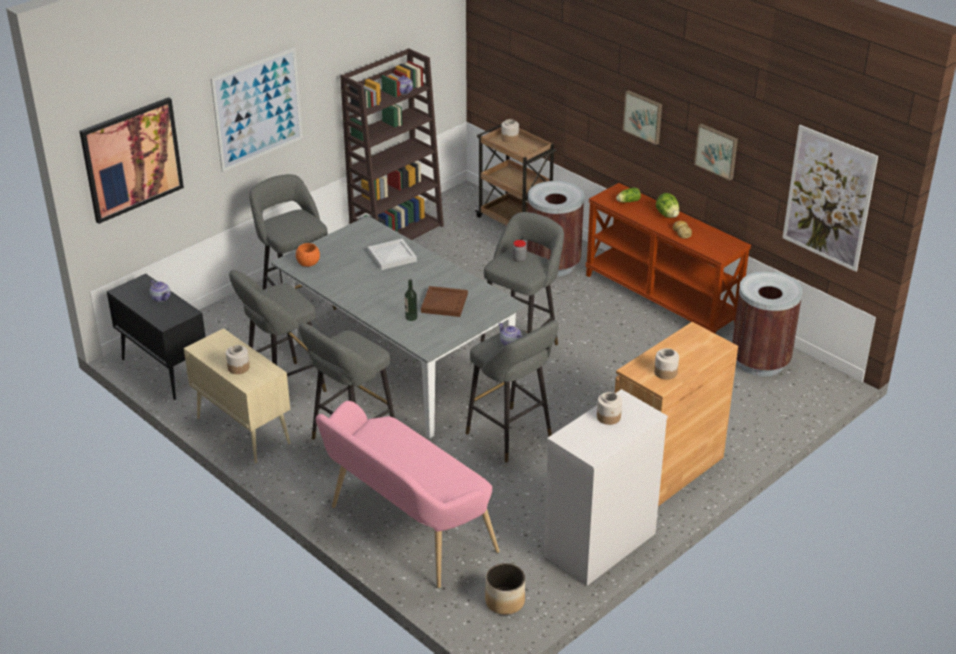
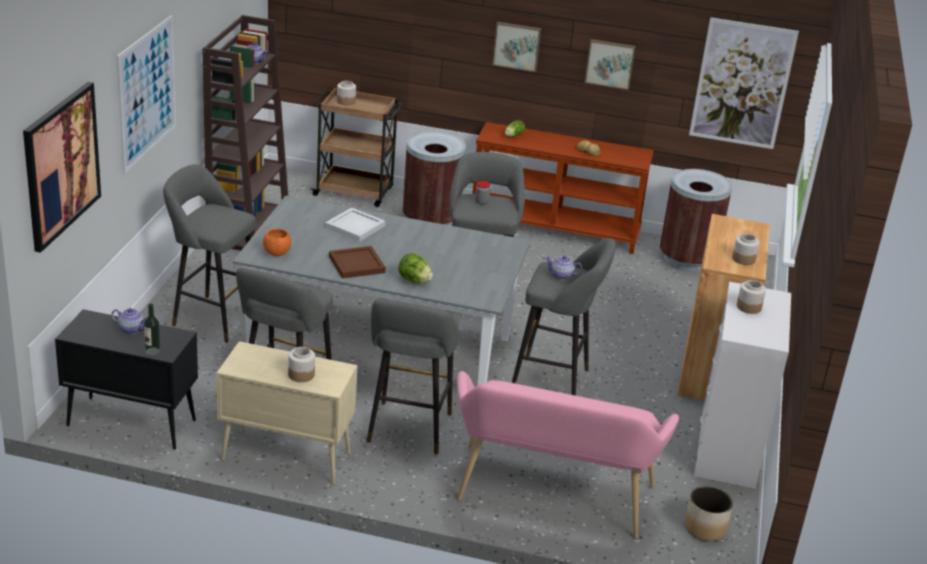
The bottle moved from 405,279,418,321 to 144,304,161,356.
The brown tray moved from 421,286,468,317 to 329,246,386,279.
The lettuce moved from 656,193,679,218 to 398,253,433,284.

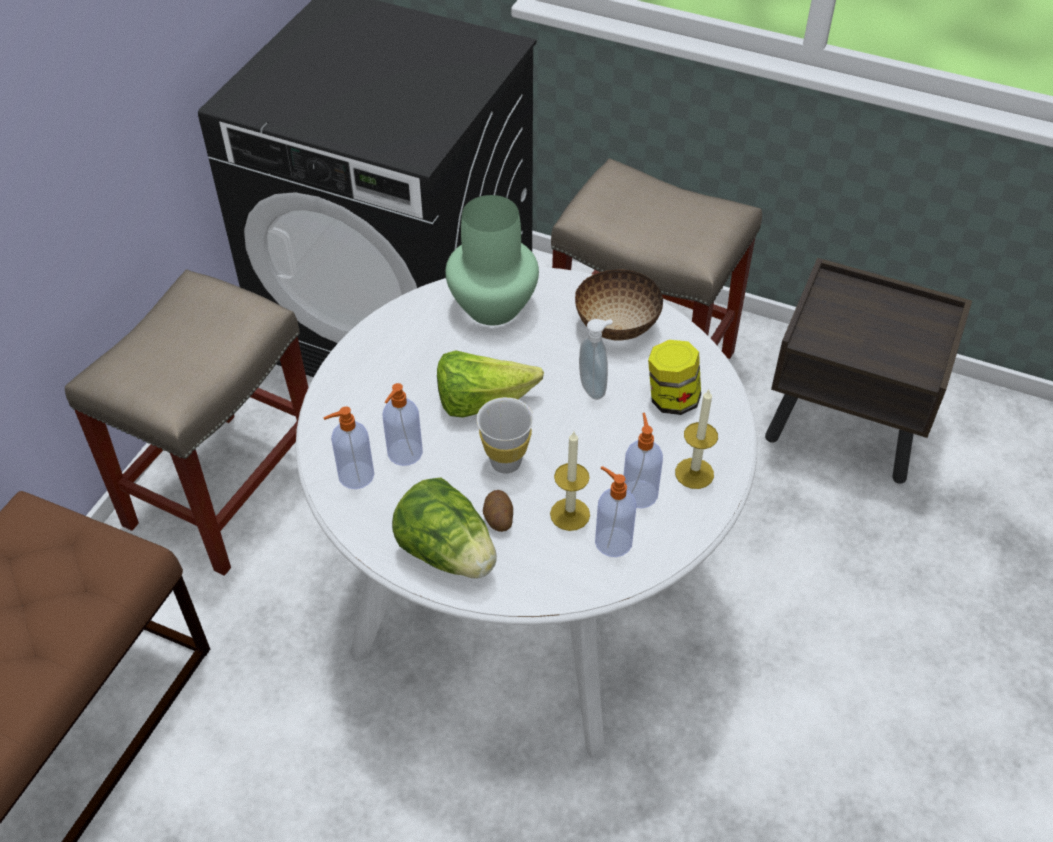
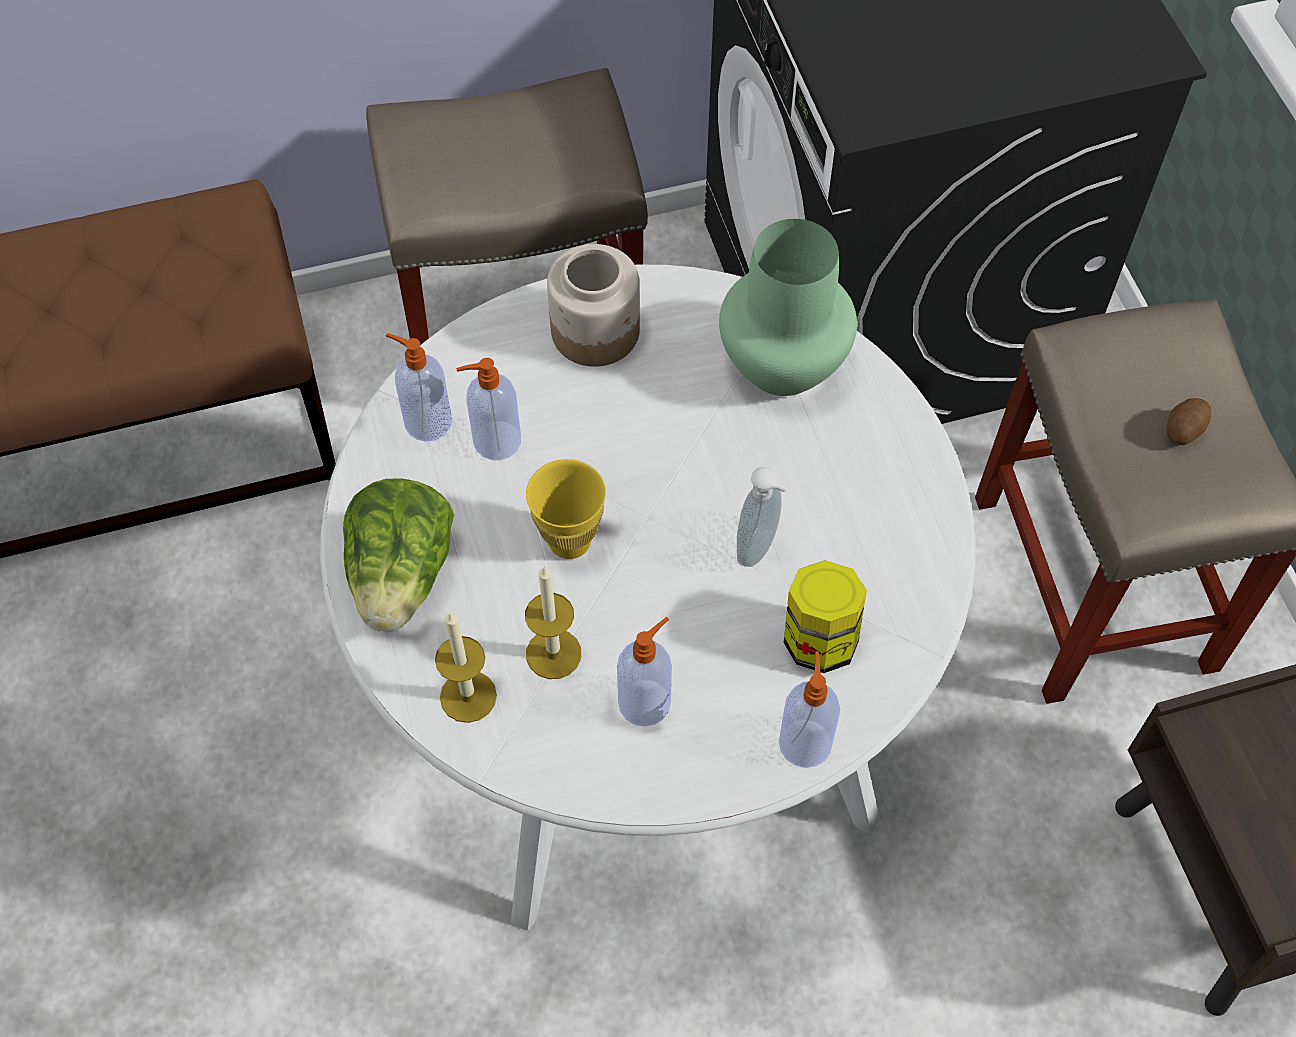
The lettuce at 437,350,544,418 disappeared.
The white cup at 477,397,534,473 became the yellow cup at 526,459,606,559.
The potato moved from 483,490,513,532 to 1166,398,1211,445.
The bowl at 575,269,663,341 disappeared.
The soap dispenser moved from 595,466,637,557 to 779,651,840,768.
The candle moved from 675,390,718,489 to 435,612,497,723.
The jar at 547,244,640,367 appeared.

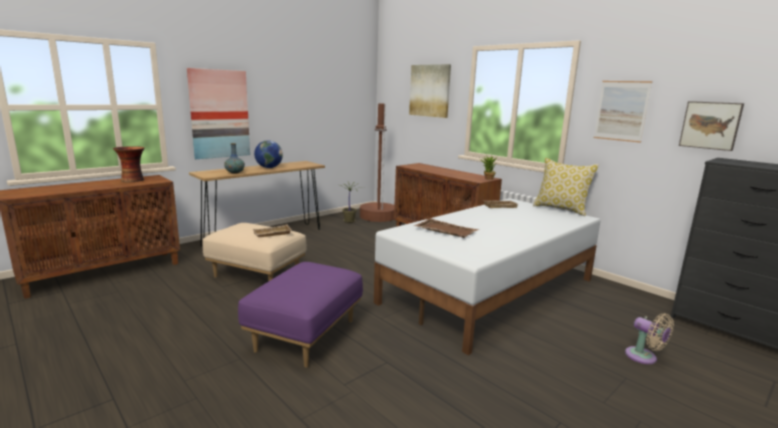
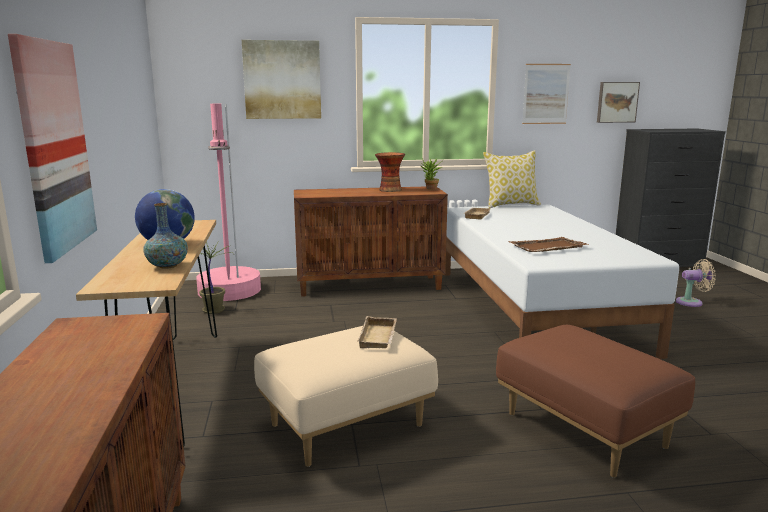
The vase moved from 113,146,144,182 to 375,152,405,192.
The purple ottoman at 238,262,363,368 became the brown ottoman at 496,325,695,478.
The brown floor lamp at 360,103,395,222 became the pink floor lamp at 196,104,261,301.

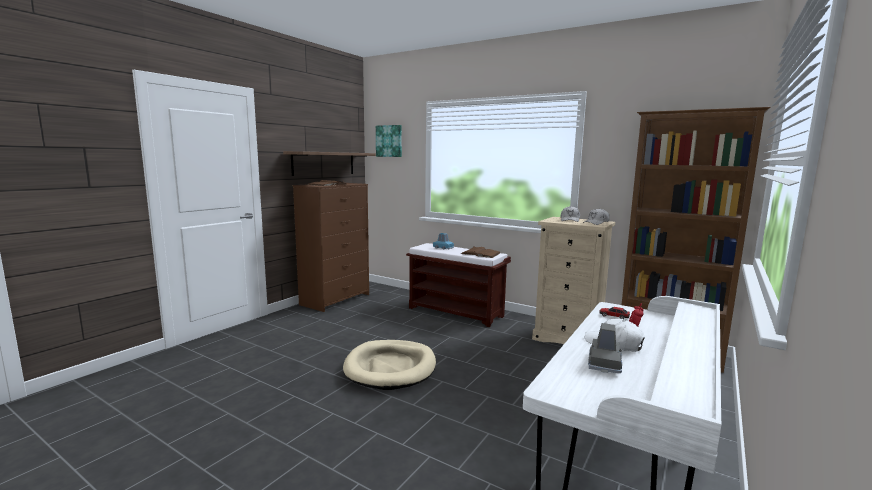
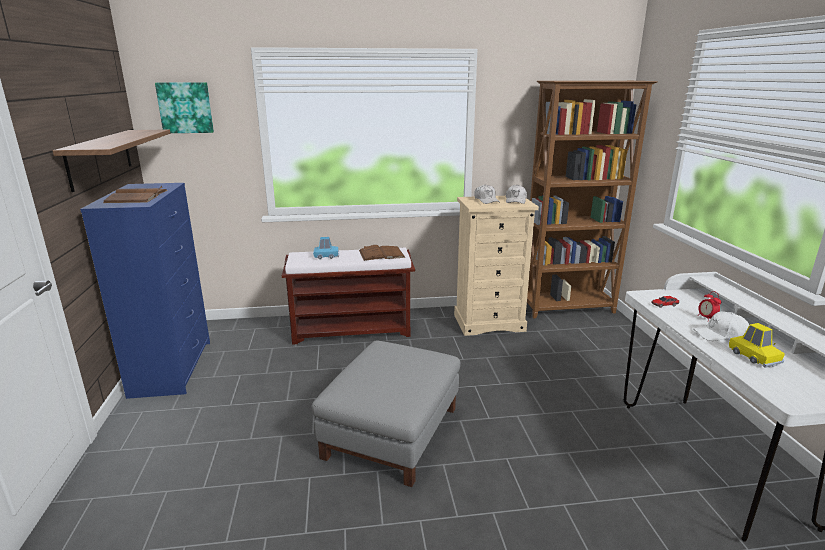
The brown dresser at 293,183,369,312 became the blue dresser at 80,183,210,399.
The beige dog bed at 343,340,436,390 was replaced by the grey ottoman at 311,340,460,487.
The grey toy car at 588,323,622,373 became the yellow toy car at 729,323,785,368.

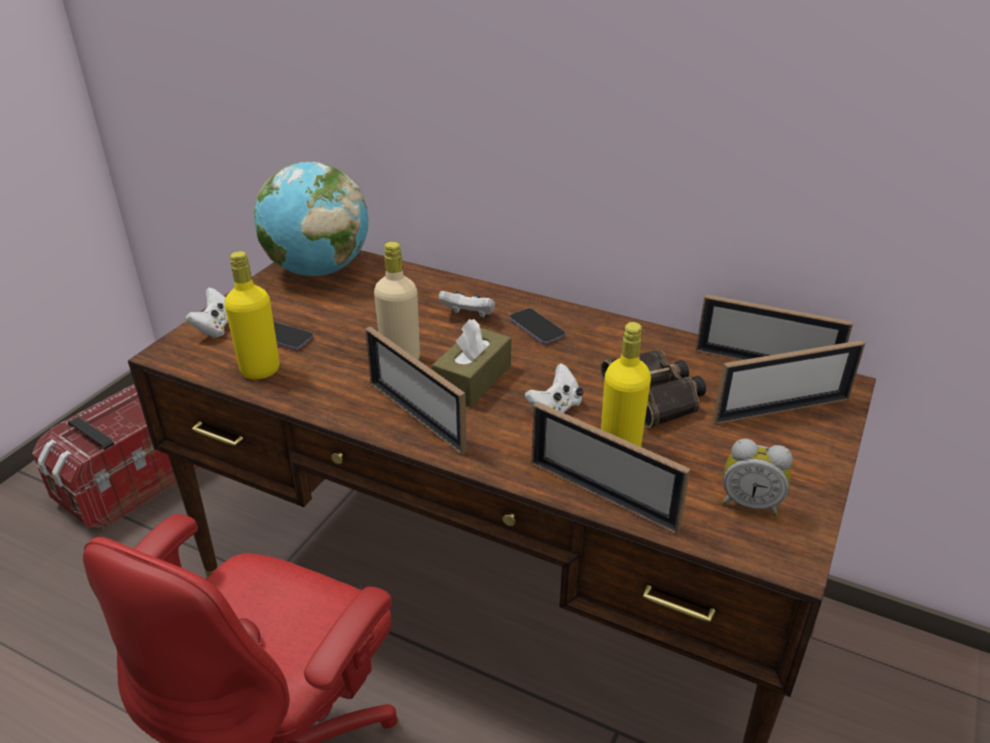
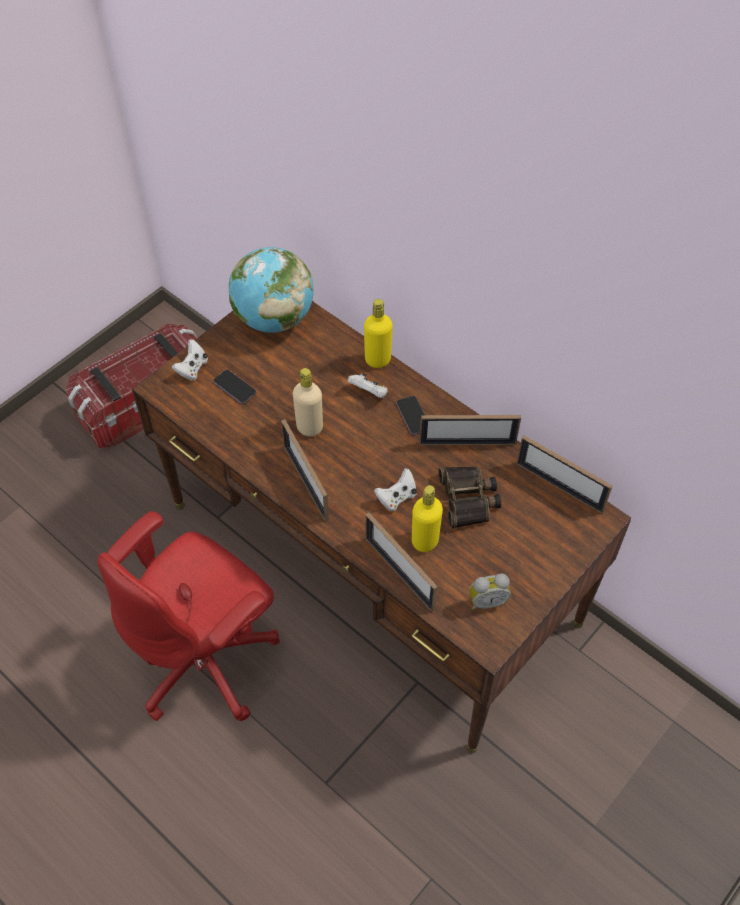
The yellow bottle moved from 224,251,280,379 to 364,299,393,368.
The brown tissue box at 432,319,511,407 disappeared.
The picture frame moved from 713,340,865,424 to 419,415,521,445.
The alarm clock at 722,439,793,516 turned 45 degrees counterclockwise.

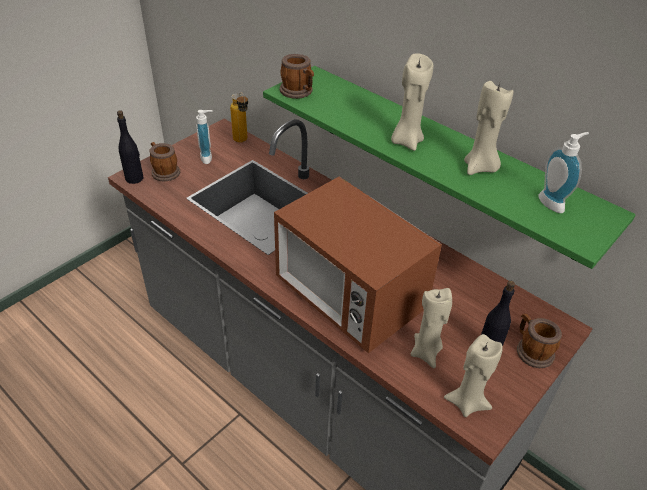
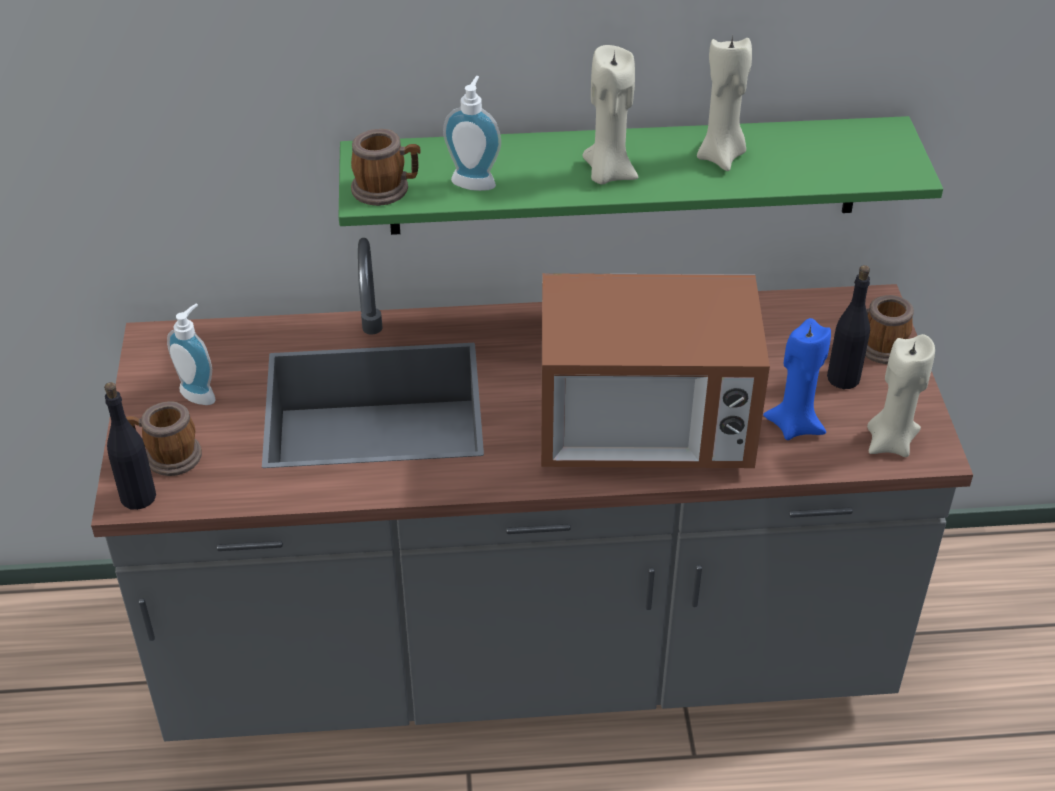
The bottle at 230,92,248,143 disappeared.
The beige candle at 411,288,452,368 became the blue candle at 763,318,831,440.
The soap dispenser moved from 538,132,589,213 to 443,76,501,191.

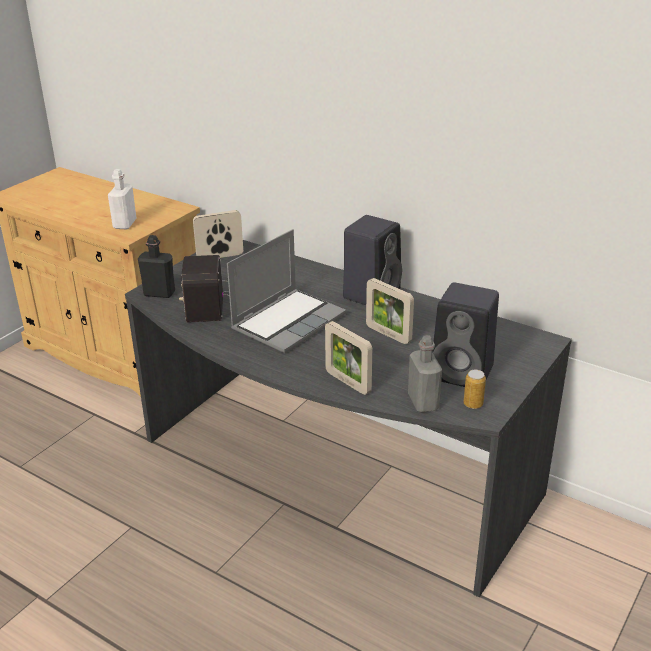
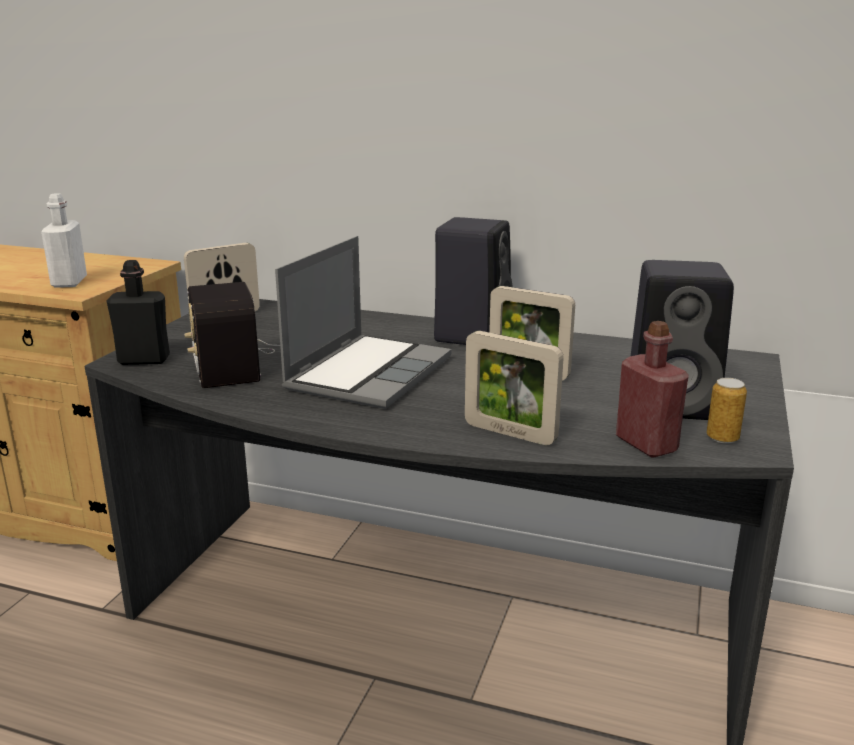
The grey bottle at 408,335,442,412 became the red bottle at 616,321,689,457.

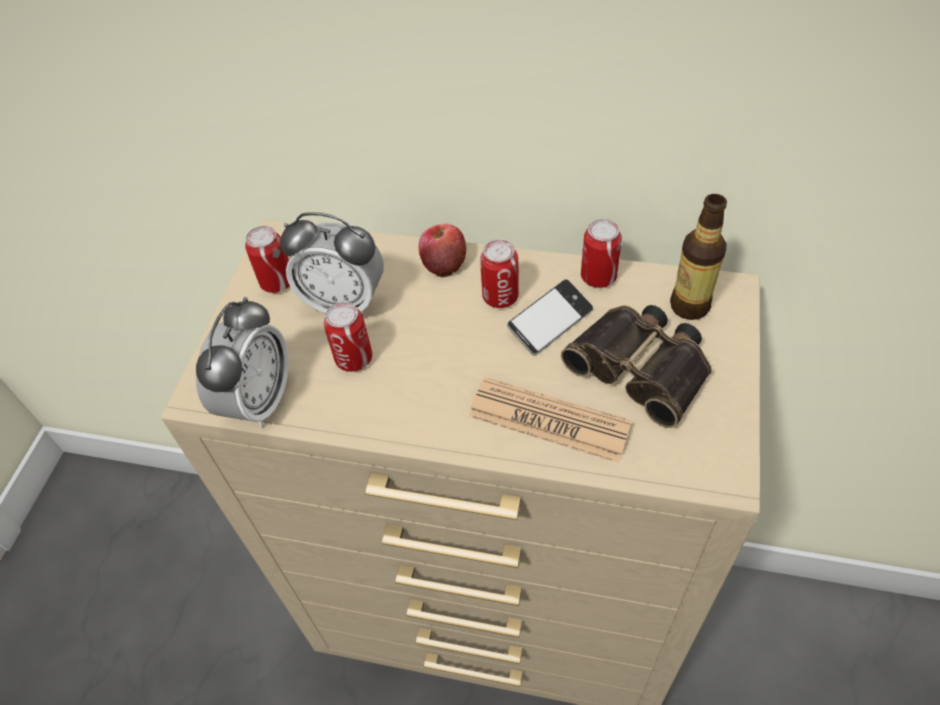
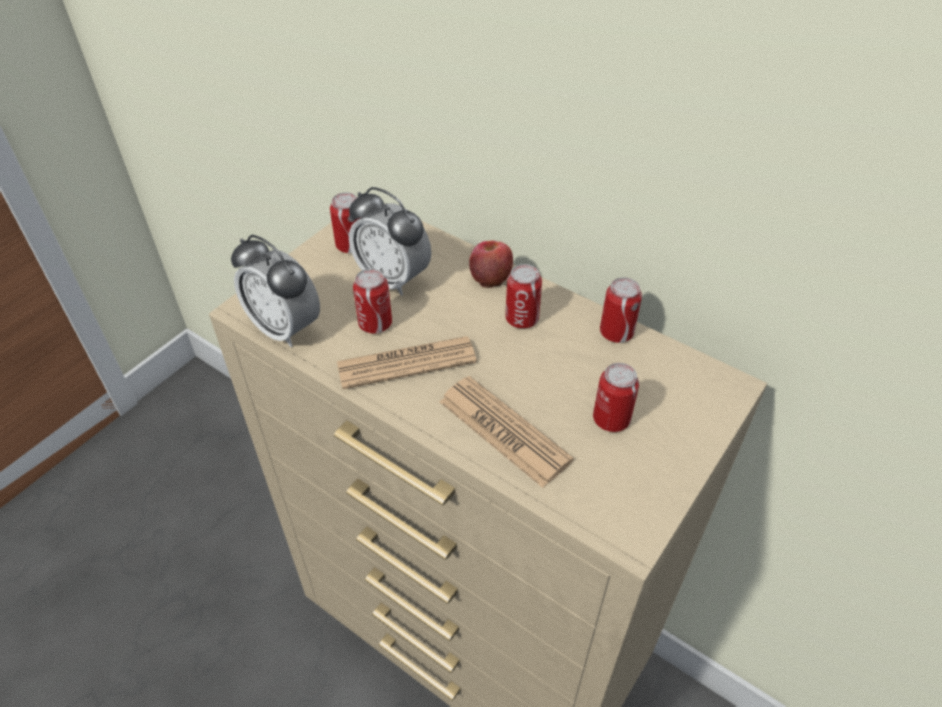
The alarm clock at 196,297,289,427 turned 90 degrees clockwise.
The phone at 507,279,593,355 disappeared.
The binoculars at 561,305,712,428 was replaced by the can at 593,363,639,432.
The bottle at 670,194,727,320 disappeared.
The newspaper at 337,336,477,389 appeared.

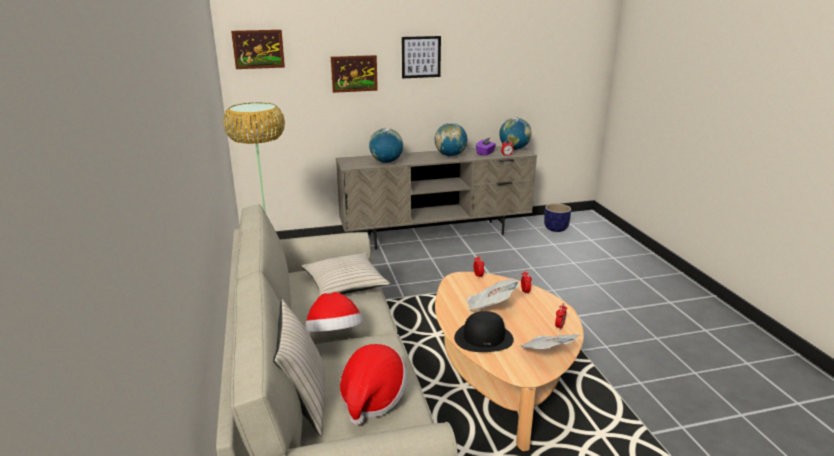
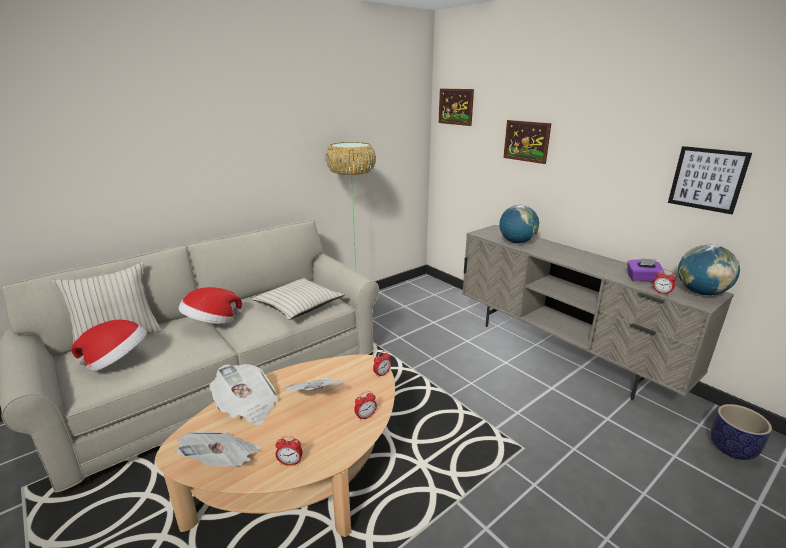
The picture moved from 402,36,441,78 to 668,146,752,214.
The globe at 435,123,468,157 disappeared.
The black hat at 454,311,514,352 was replaced by the newspaper at 209,364,279,425.

